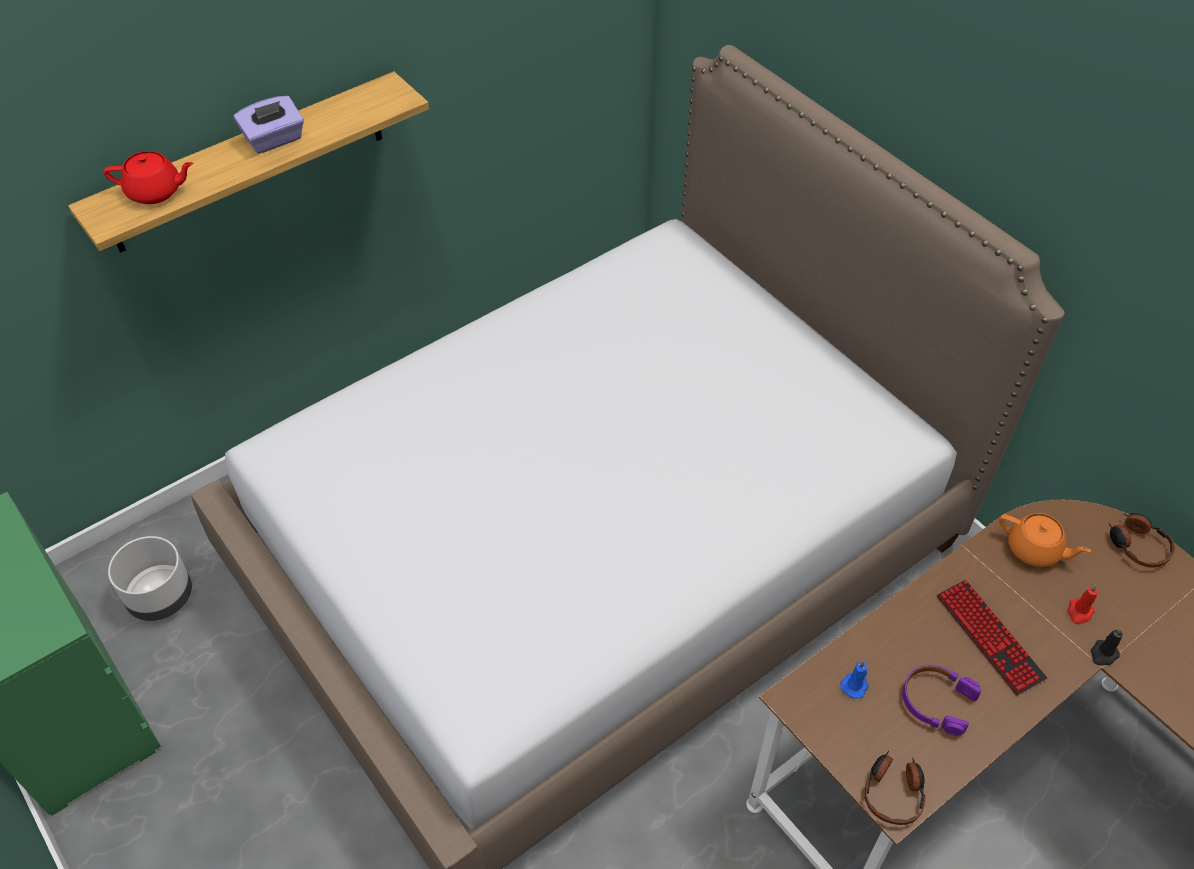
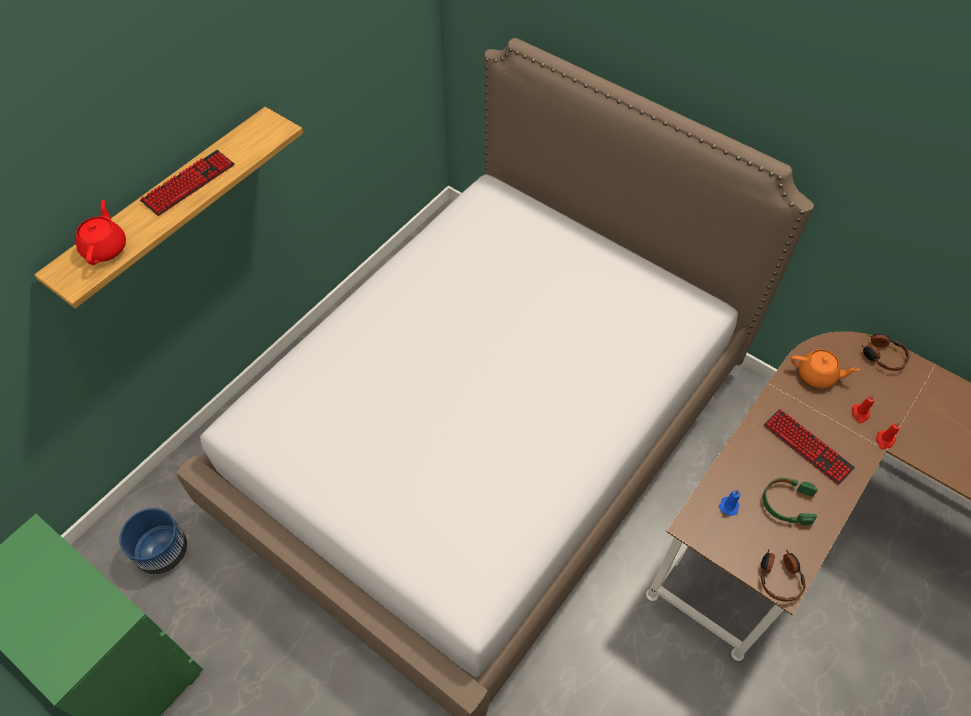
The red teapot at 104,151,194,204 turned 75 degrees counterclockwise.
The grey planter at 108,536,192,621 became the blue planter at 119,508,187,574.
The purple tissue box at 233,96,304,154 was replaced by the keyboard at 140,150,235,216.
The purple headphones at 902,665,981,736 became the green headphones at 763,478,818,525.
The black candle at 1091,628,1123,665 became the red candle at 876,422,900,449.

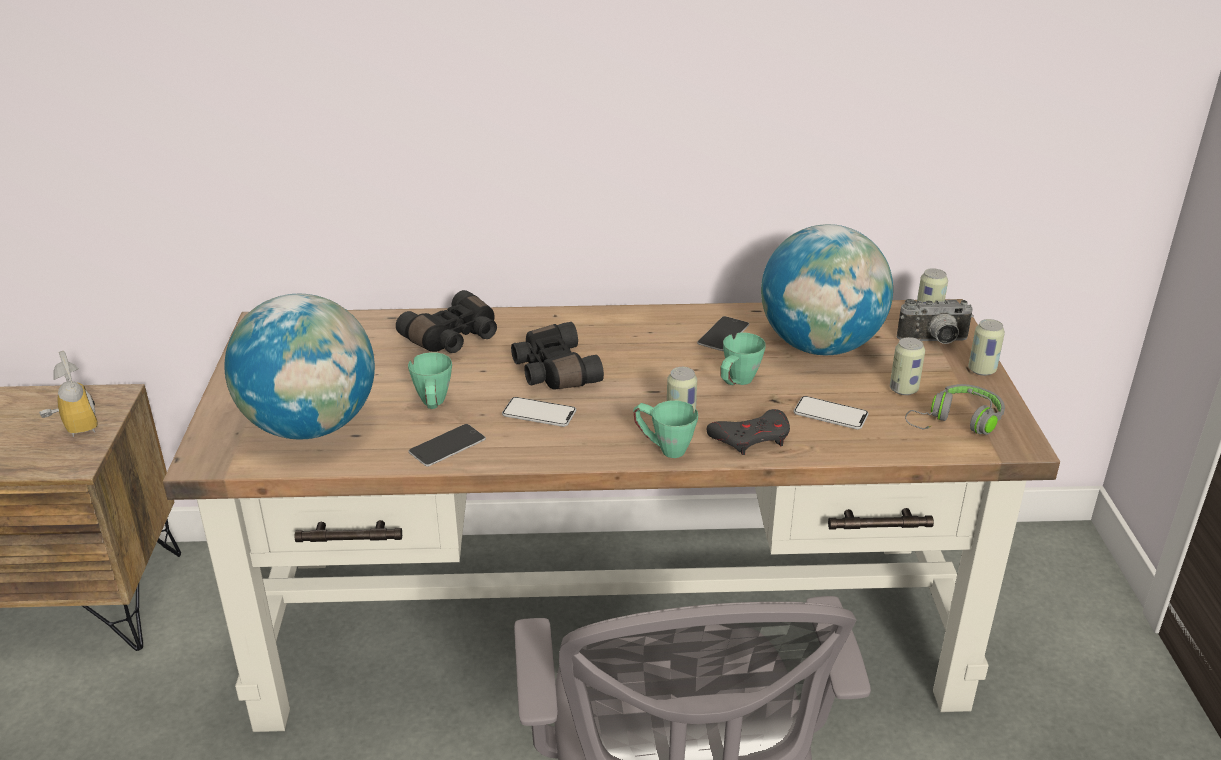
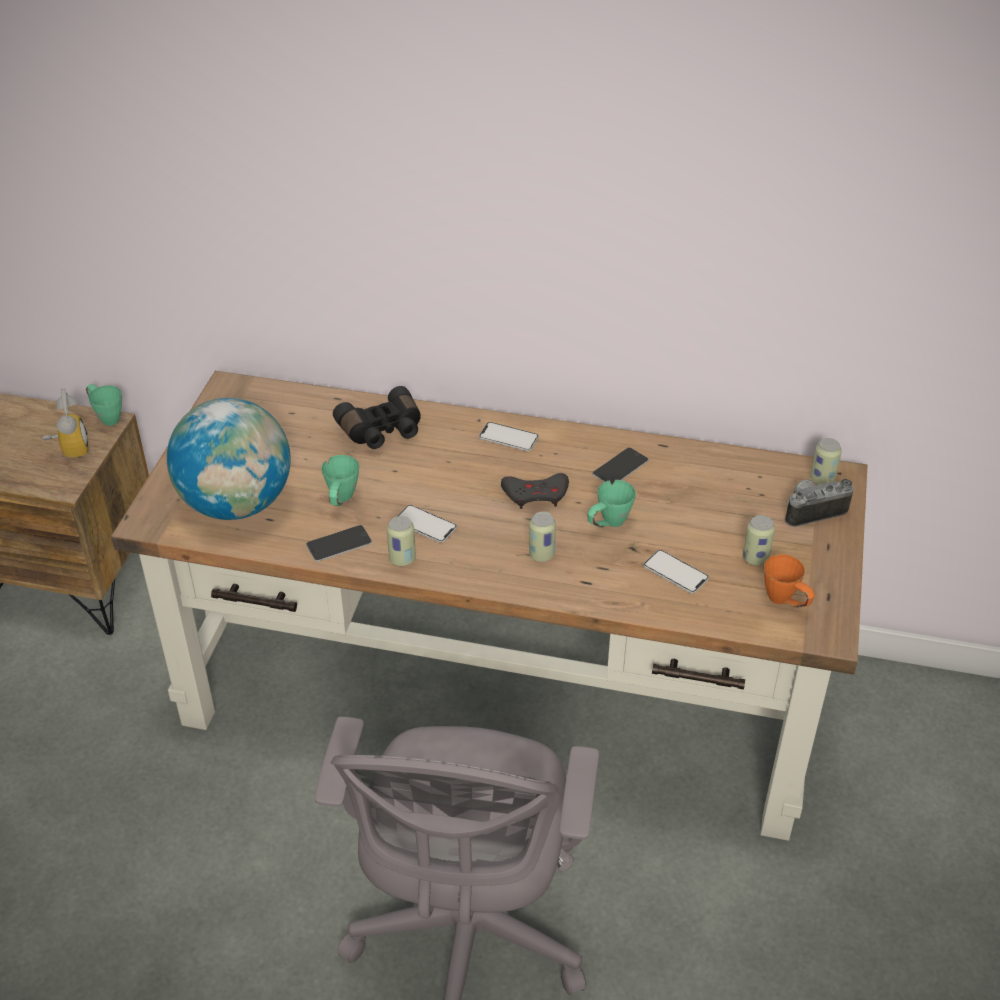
The black binoculars at 511,322,604,389 disappeared.
The green mug moved from 633,400,698,458 to 86,384,122,426.
The grey game controller moved from 707,409,790,455 to 501,473,569,509.
The globe at 761,224,893,355 disappeared.
The photo camera at 897,299,974,344 turned 150 degrees clockwise.
The grey headphones at 905,384,1005,435 was replaced by the orange mug at 764,554,815,608.
The can moved from 968,319,1005,376 to 387,516,416,566.
The phone at 479,422,539,451 appeared.

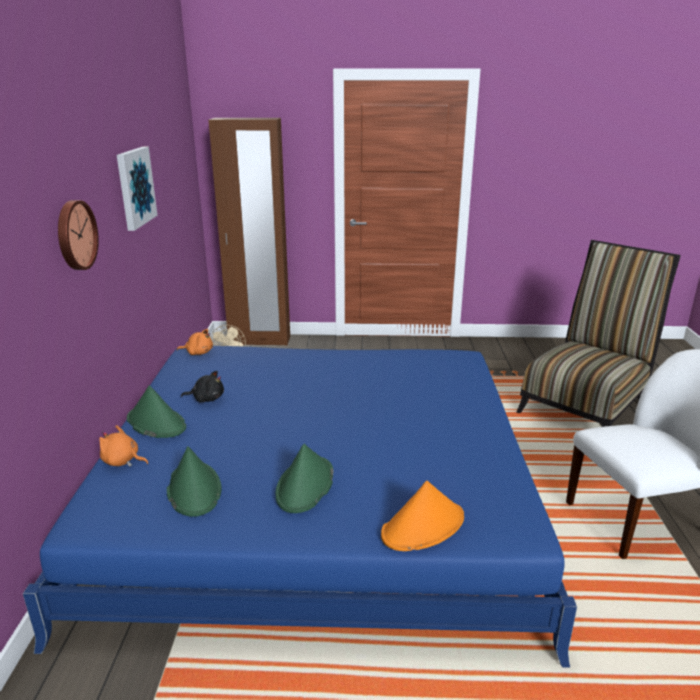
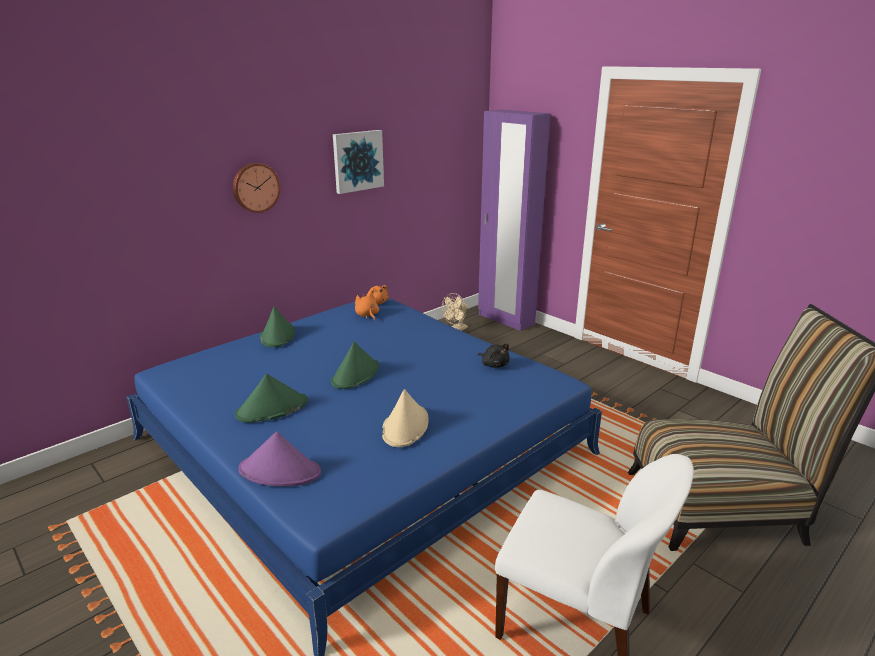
The orange plush toy moved from 99,425,149,467 to 355,293,379,321.
The green hat moved from 167,447,222,517 to 331,342,379,389.
The black plush toy moved from 181,371,224,402 to 477,344,510,368.
The brown wardrobe at 208,118,290,346 became the purple wardrobe at 478,110,550,331.
The orange hat at 381,481,464,551 became the purple hat at 238,431,321,486.
The beige hat at 382,389,429,447 appeared.

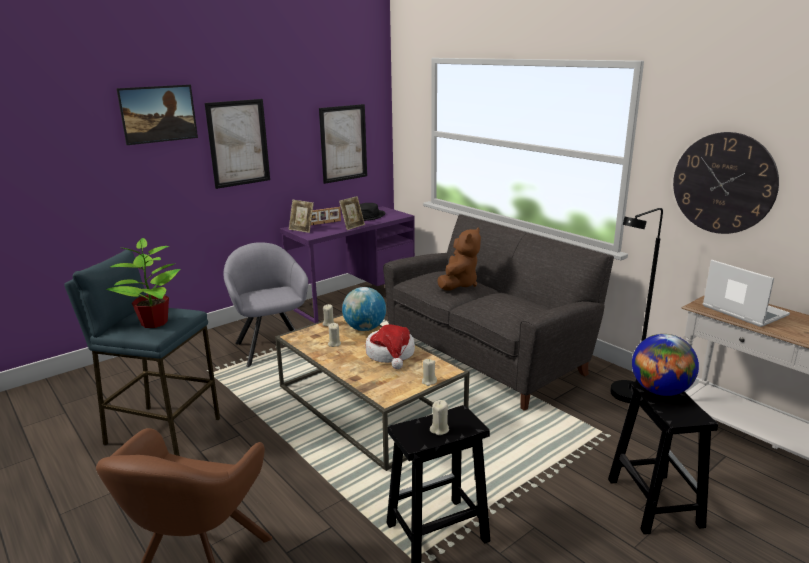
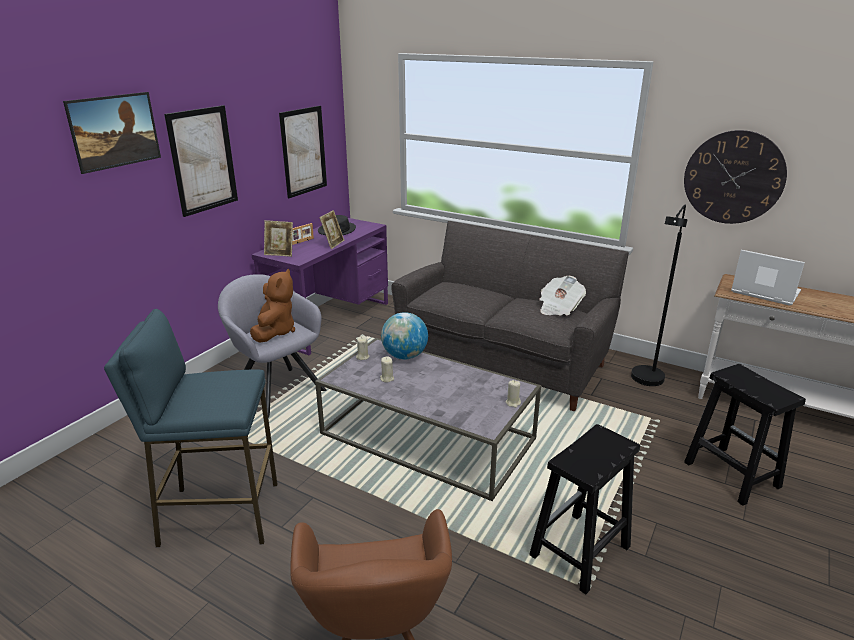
The potted plant at 106,238,180,328 disappeared.
The brown coffee table at 275,314,469,471 became the grey coffee table at 315,338,541,501.
The hat at 366,324,415,369 disappeared.
The beige candle at 430,400,449,435 disappeared.
The brown plush toy moved from 437,227,481,291 to 250,269,295,343.
The globe at 632,334,699,396 disappeared.
The newspaper at 539,276,586,316 appeared.

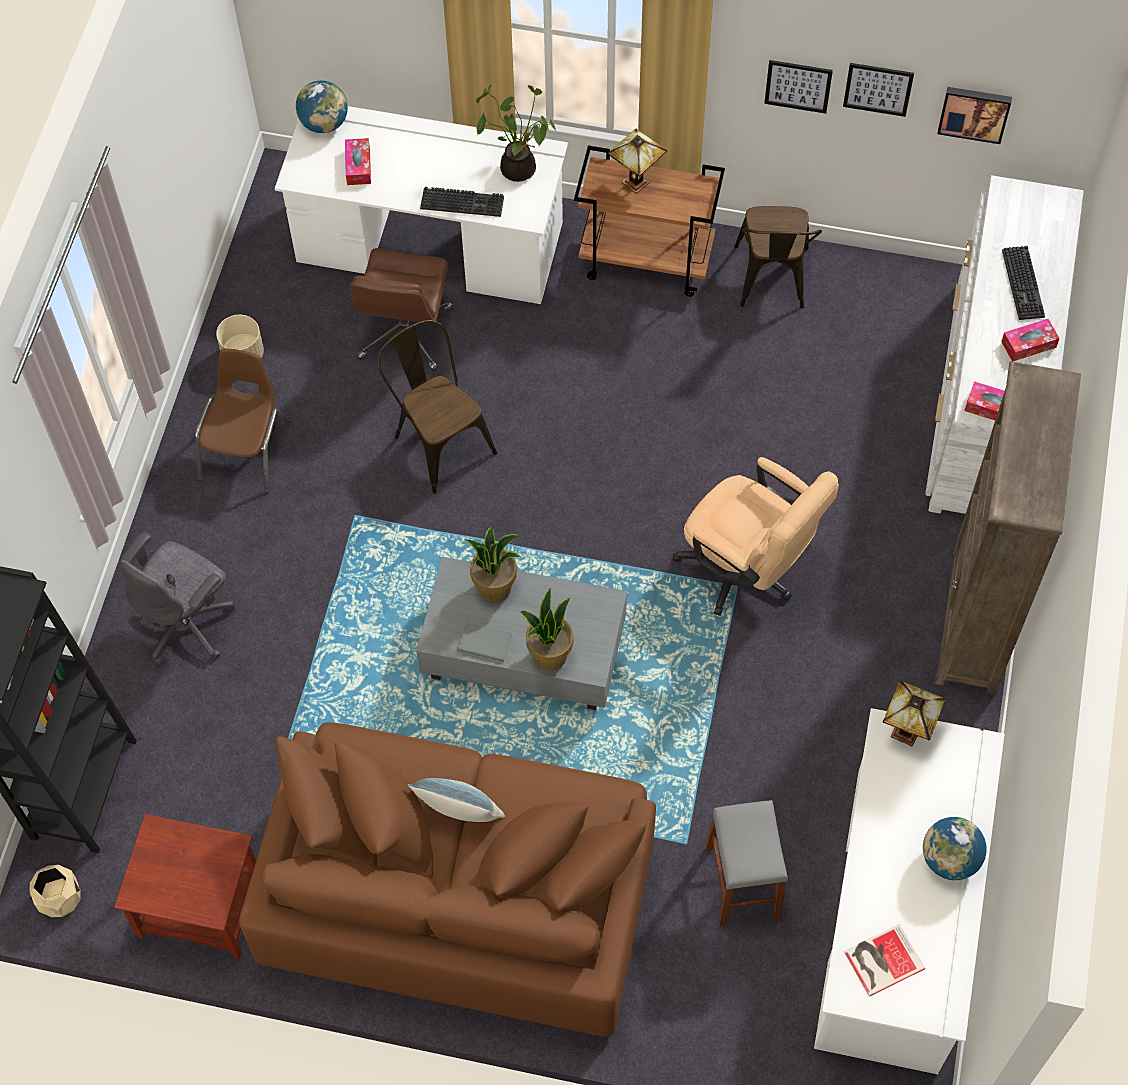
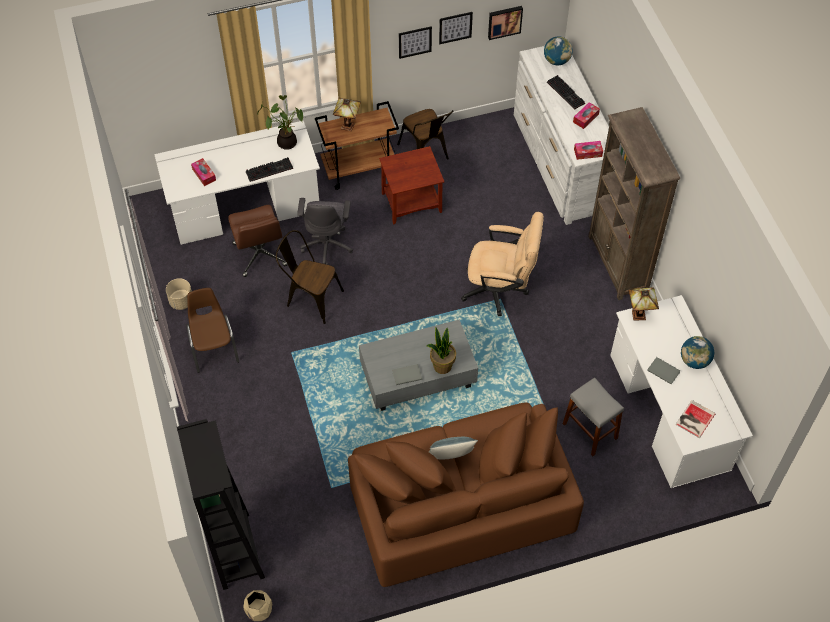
The brown side table moved from 114,814,256,959 to 379,146,445,224.
The grey office chair moved from 119,532,235,665 to 297,198,353,265.
The globe moved from 296,81,348,133 to 544,36,573,65.
The potted plant at 464,527,521,603 disappeared.
The grey book at 647,357,680,384 appeared.

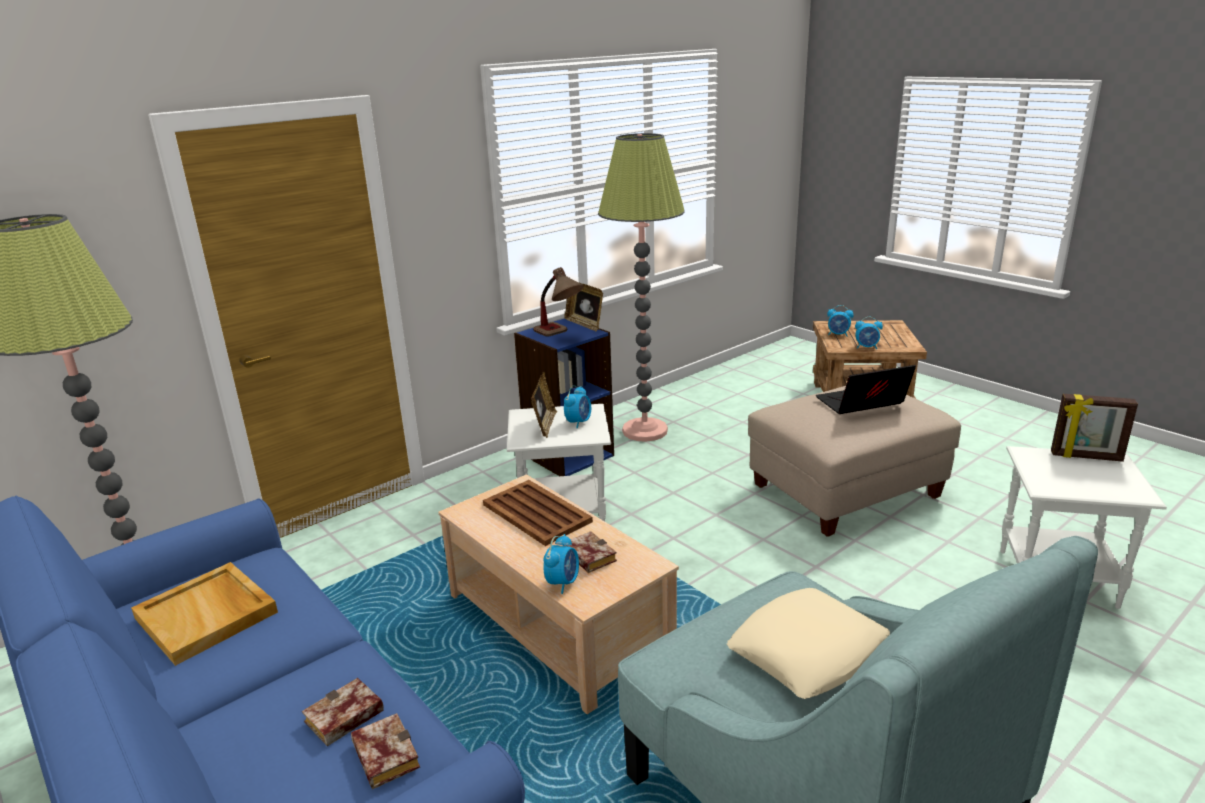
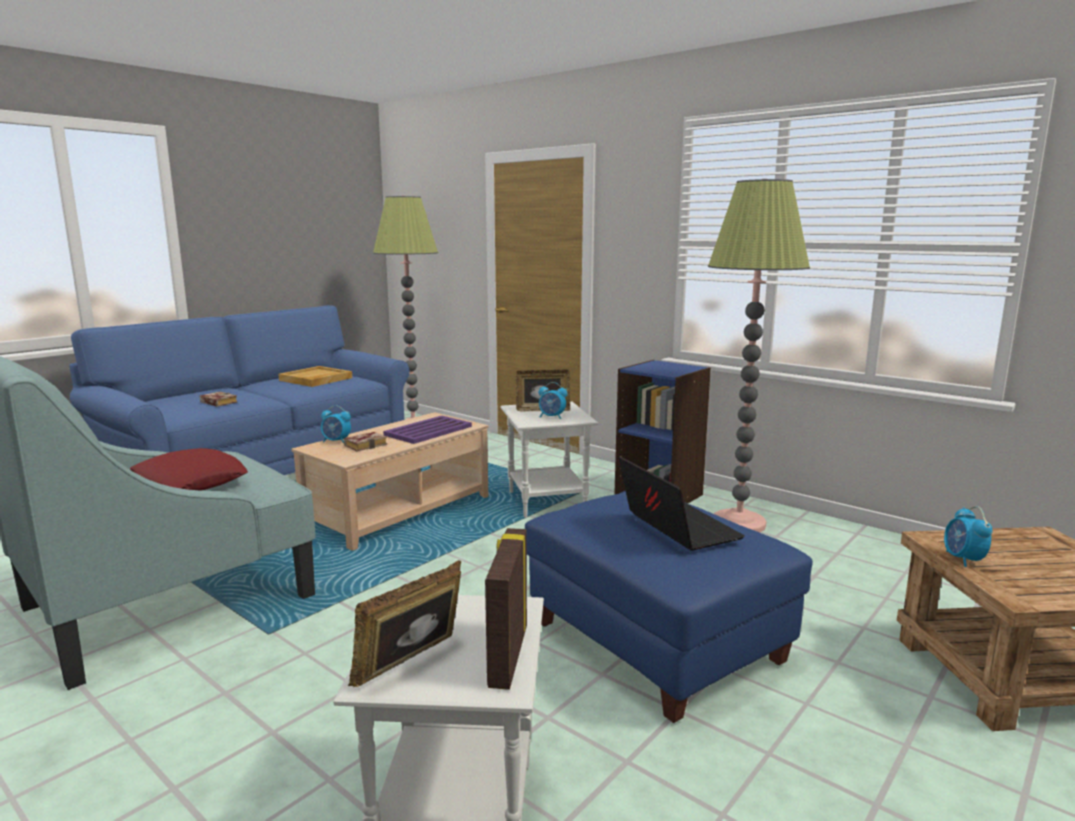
The book at 351,713,420,789 disappeared.
The brown tray at 483,480,593,546 became the purple tray at 383,416,472,444.
The table lamp at 533,267,584,336 disappeared.
The picture frame moved from 564,282,603,331 to 348,560,461,687.
The beige pillow at 727,588,890,699 became the red pillow at 130,448,248,491.
The beige ottoman at 748,386,961,537 became the blue ottoman at 525,492,813,723.
The alarm clock at 827,305,854,337 disappeared.

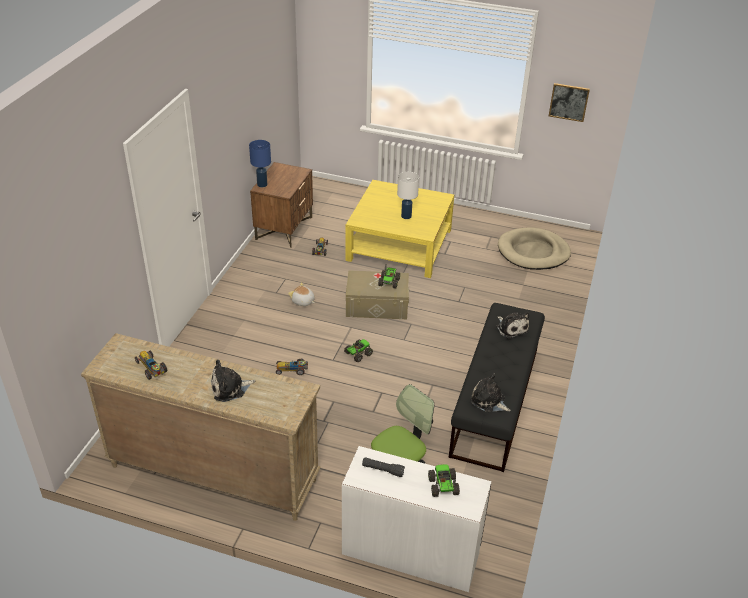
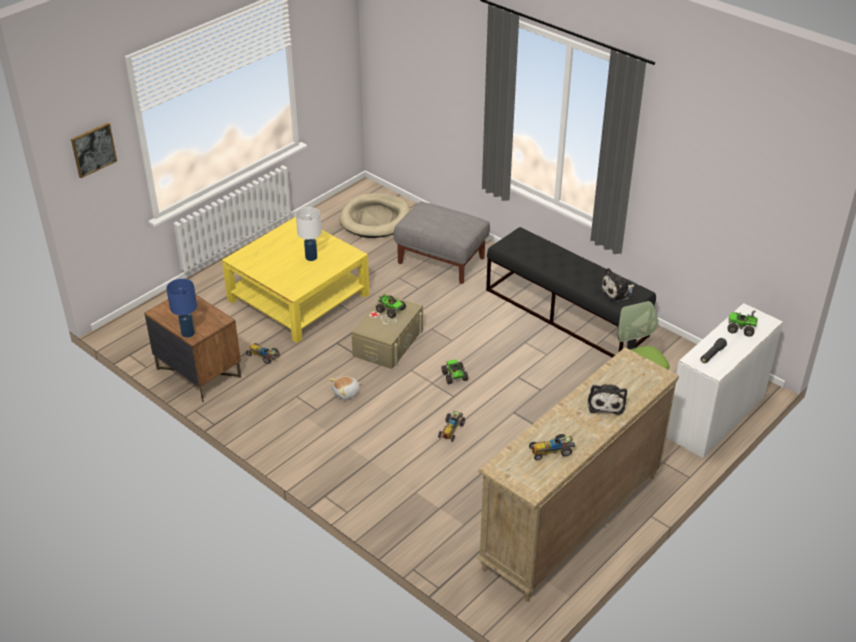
The plush toy at 496,312,529,339 disappeared.
The picture moved from 549,83,590,122 to 71,123,117,178.
The grey ottoman at 393,202,490,284 appeared.

